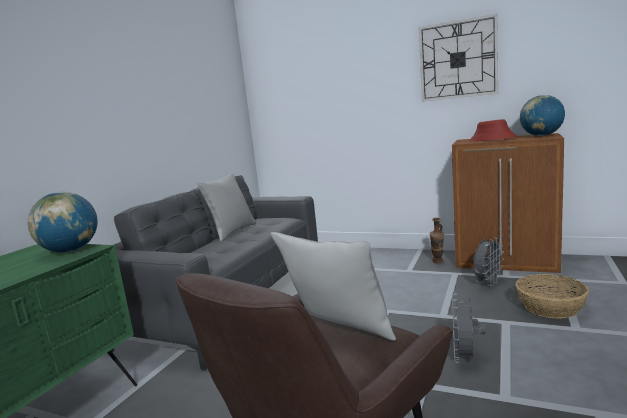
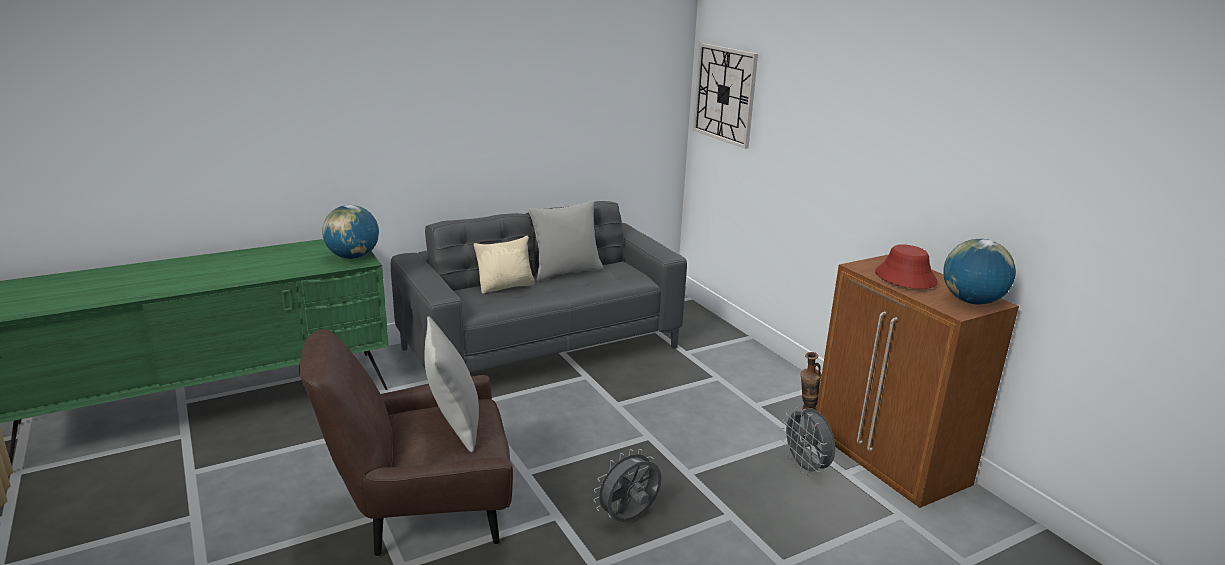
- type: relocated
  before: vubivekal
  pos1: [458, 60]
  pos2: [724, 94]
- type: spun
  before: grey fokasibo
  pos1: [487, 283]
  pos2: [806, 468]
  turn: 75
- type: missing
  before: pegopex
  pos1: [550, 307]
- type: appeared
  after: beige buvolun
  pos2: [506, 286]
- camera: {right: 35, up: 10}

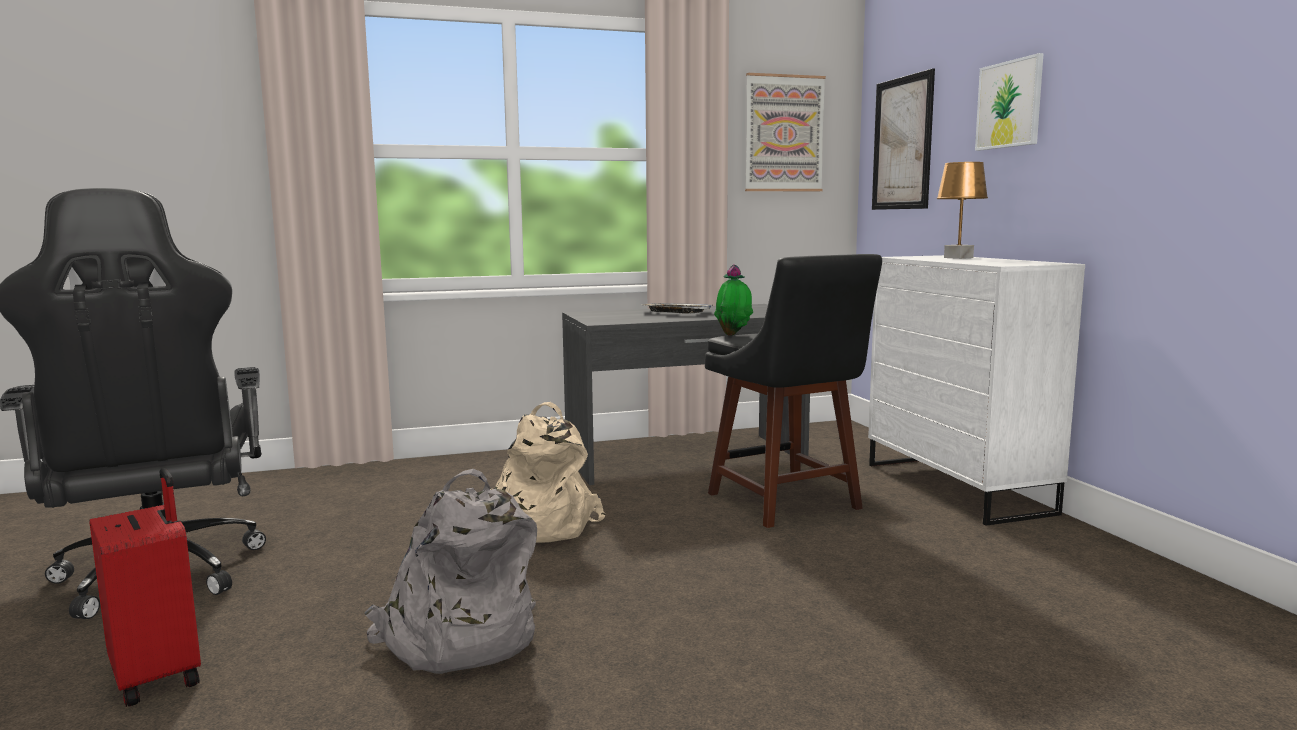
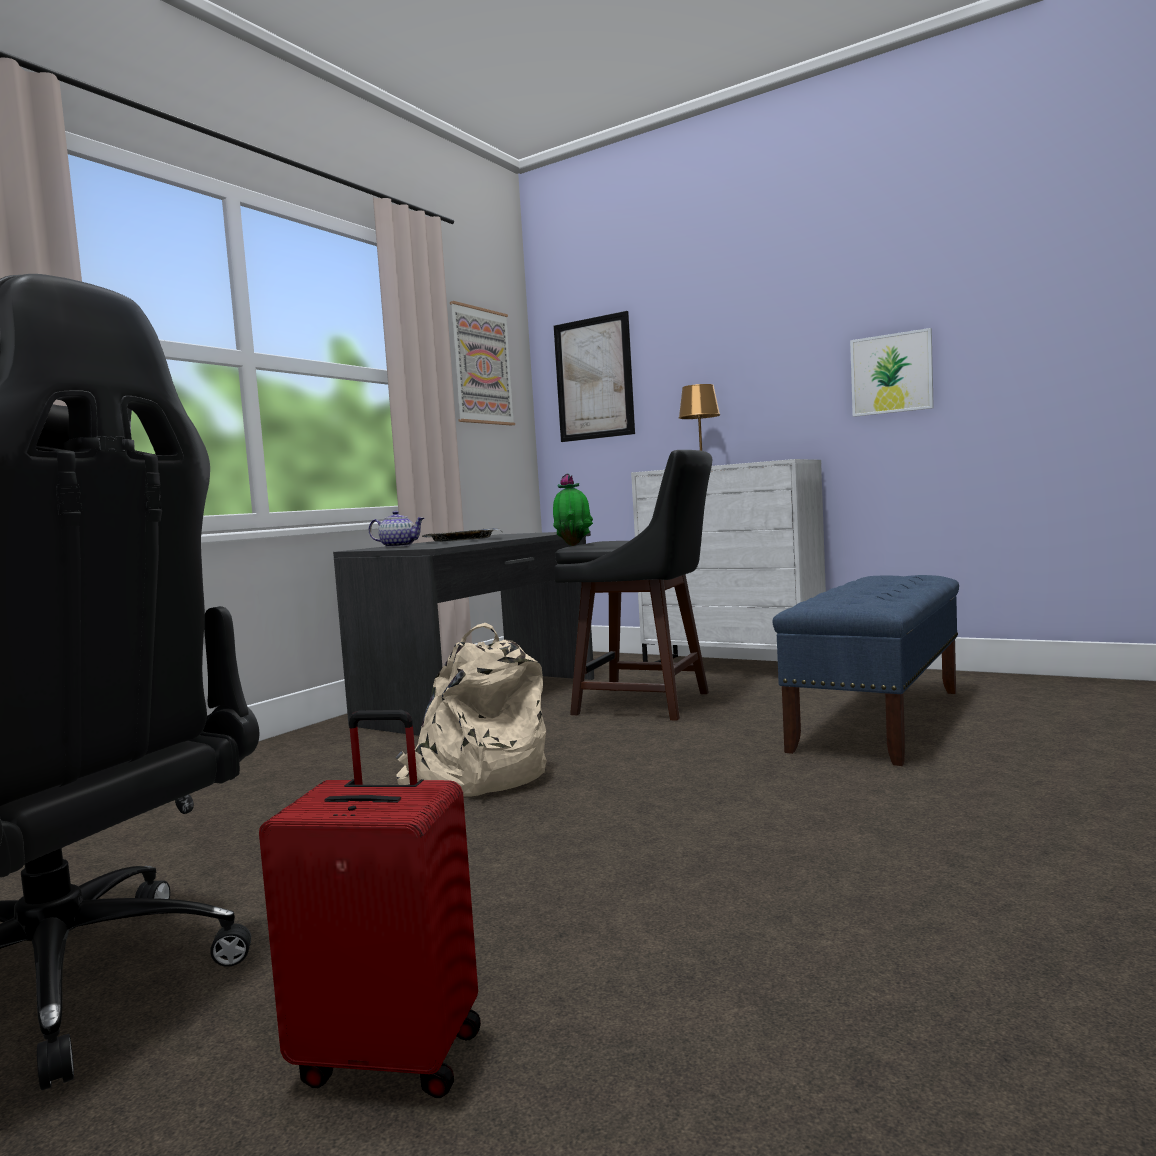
- type: missing
  before: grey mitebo
  pos1: [458, 638]
- type: relocated
  before: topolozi
  pos1: [1009, 104]
  pos2: [891, 373]
- type: appeared
  after: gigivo
  pos2: [398, 546]
- type: appeared
  after: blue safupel
  pos2: [879, 719]
- camera: {right: -40, up: -5}

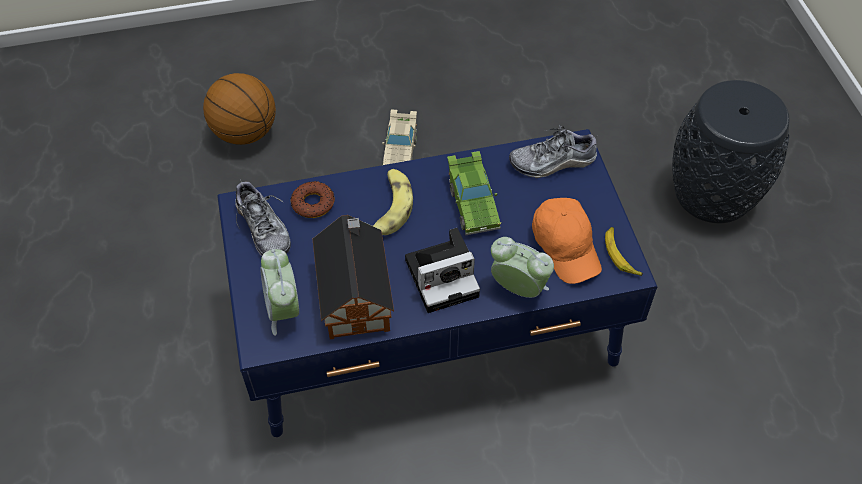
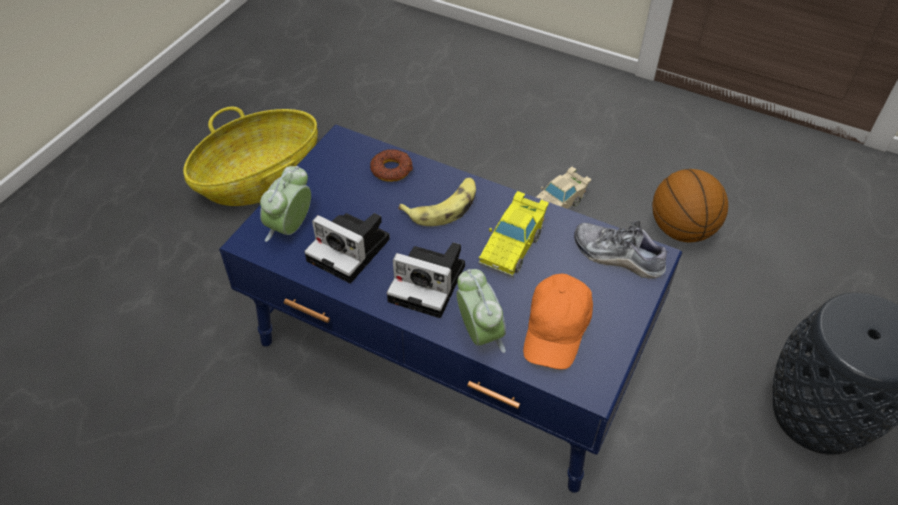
- type: relocated
  before: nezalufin
  pos1: [245, 132]
  pos2: [681, 229]
- type: missing
  before: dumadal
  pos1: [263, 229]
- type: exchanged
  before: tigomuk
  after: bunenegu
  pos1: [355, 292]
  pos2: [351, 250]
- type: colour
  before: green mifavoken
  after: yellow mifavoken
  pos1: [472, 203]
  pos2: [513, 245]
- type: missing
  before: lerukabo
  pos1: [620, 255]
- type: appeared
  after: pegopex
  pos2: [259, 179]
- camera: {right: 40, up: -5}

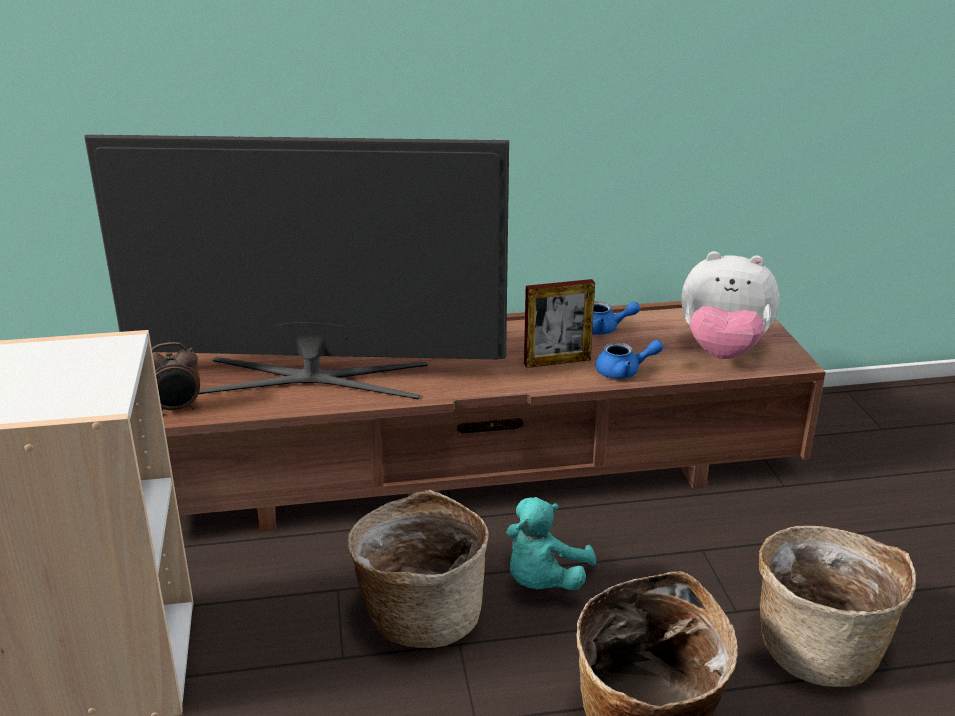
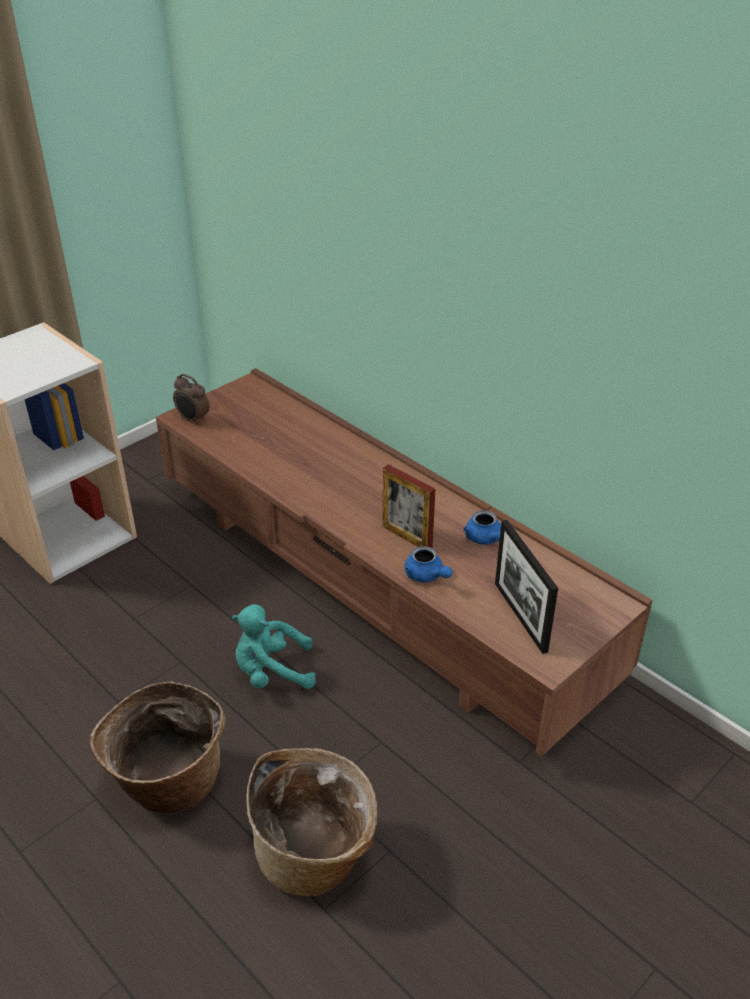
- type: missing
  before: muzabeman
  pos1: [315, 378]
- type: missing
  before: pegopex
  pos1: [420, 615]
- type: exchanged
  before: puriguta
  after: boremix
  pos1: [723, 352]
  pos2: [520, 616]
- camera: {right: 55, up: 10}

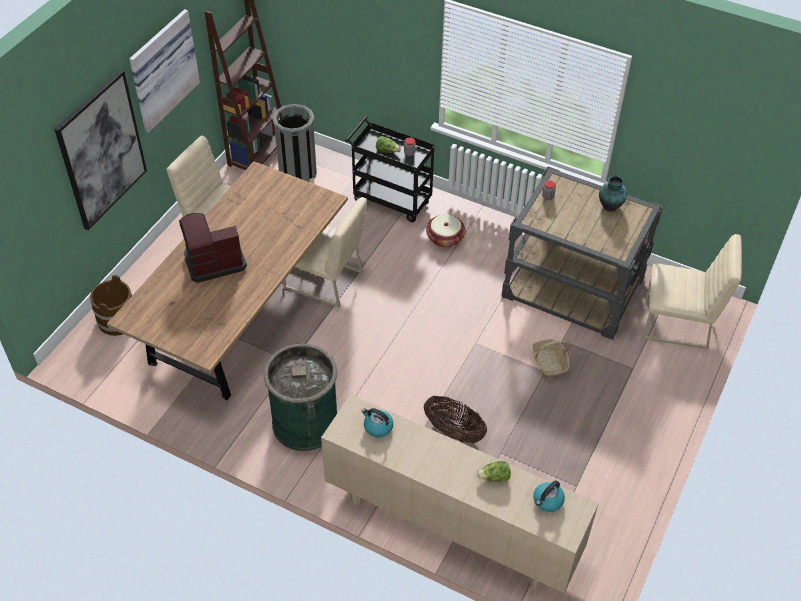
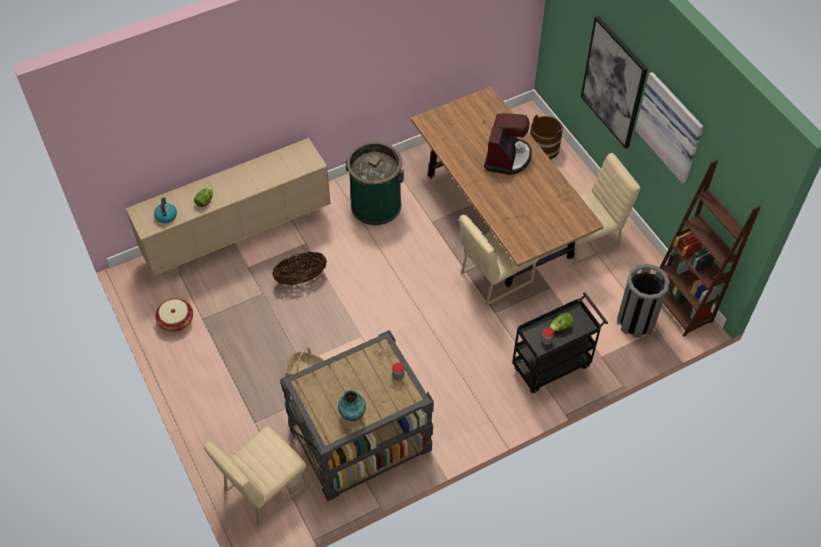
- type: missing
  before: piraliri
  pos1: [377, 427]
- type: relocated
  before: pegopex
  pos1: [445, 238]
  pos2: [176, 321]
- camera: {right: 125, up: 5}

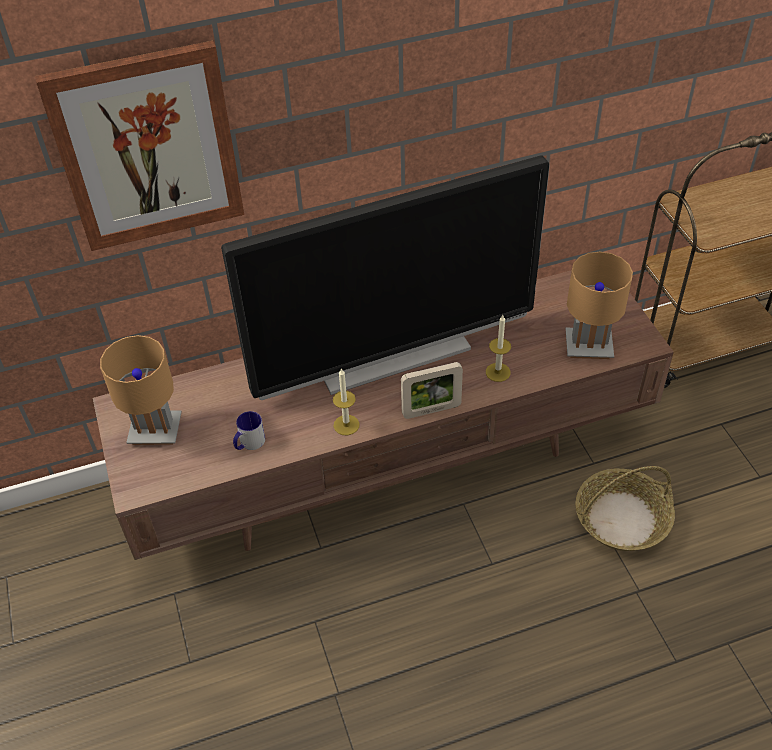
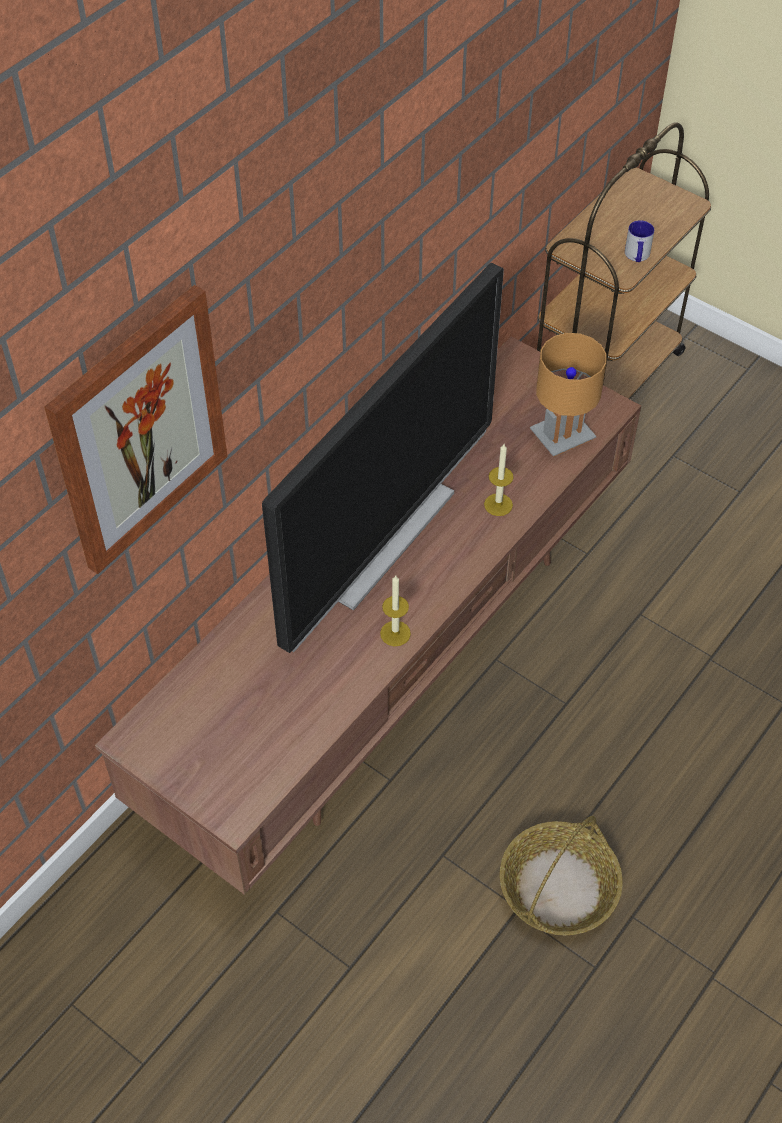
- type: missing
  before: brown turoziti
  pos1: [155, 430]
- type: relocated
  before: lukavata
  pos1: [249, 443]
  pos2: [637, 256]
- type: missing
  before: boremix
  pos1: [431, 410]
- type: relocated
  before: pegopex
  pos1: [622, 518]
  pos2: [558, 887]
- camera: {right: -35, up: 5}

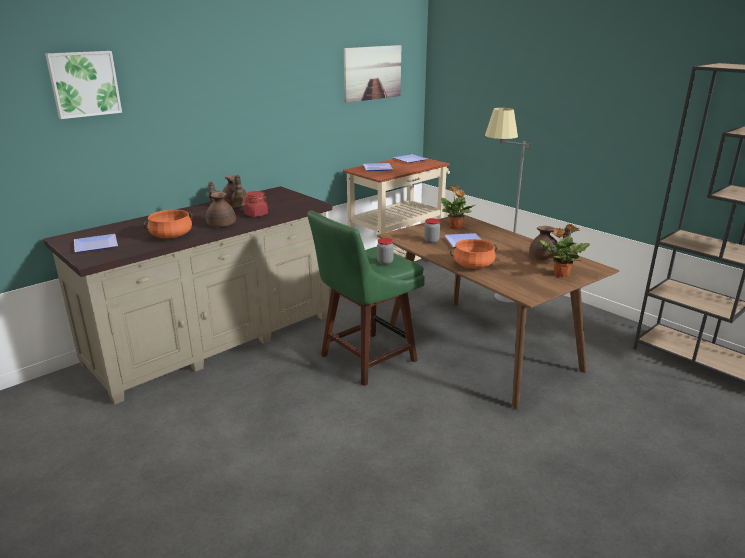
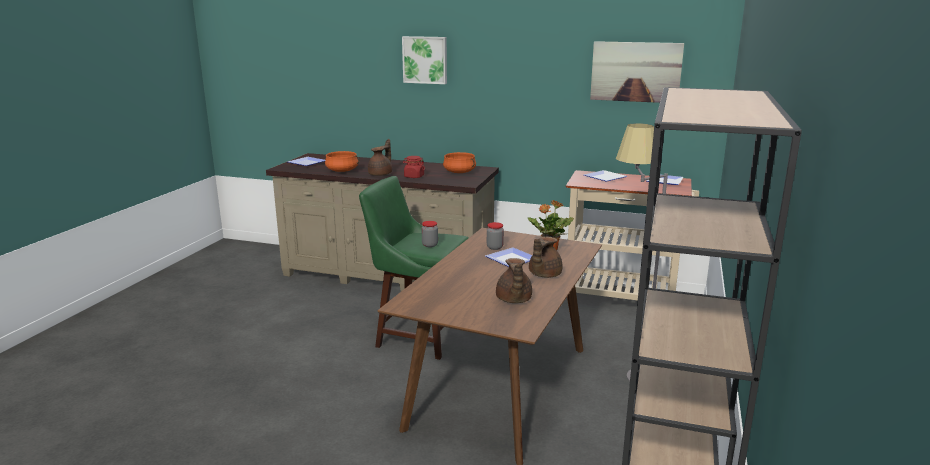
- type: relocated
  before: topolozi
  pos1: [84, 84]
  pos2: [425, 60]
- type: relocated
  before: brown gigivo
  pos1: [235, 206]
  pos2: [543, 274]
- type: relocated
  before: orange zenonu
  pos1: [473, 265]
  pos2: [459, 172]
- type: missing
  before: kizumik
  pos1: [560, 274]
- camera: {right: 60, up: -5}

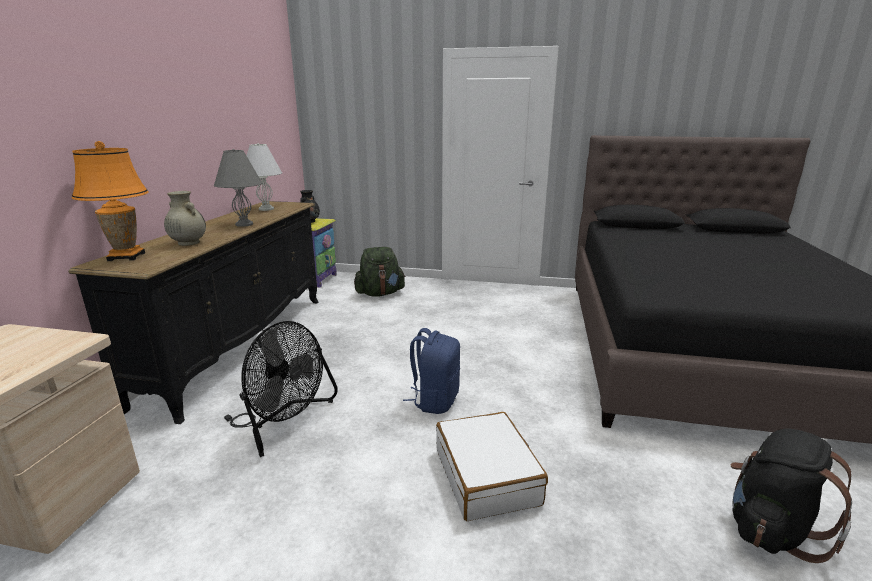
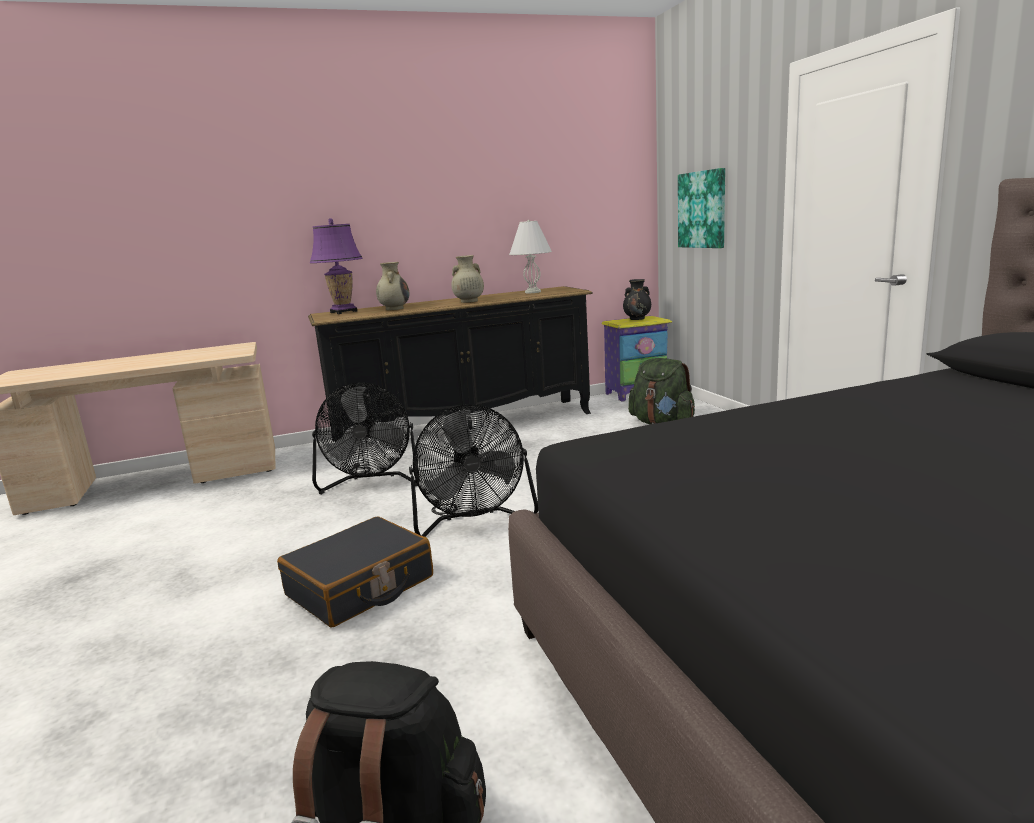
- type: colour
  before: orange turoziti
  after: purple turoziti
  pos1: [127, 257]
  pos2: [344, 312]
- type: exchanged
  before: grey turoziti
  after: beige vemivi
  pos1: [244, 224]
  pos2: [468, 301]
- type: exchanged
  before: blue mitebo
  after: black fokasibo
  pos1: [435, 400]
  pos2: [469, 522]
- type: colour
  before: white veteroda
  after: black veteroda
  pos1: [487, 476]
  pos2: [360, 587]
- type: appeared
  after: topolozi
  pos2: [702, 209]
- camera: {right: 60, up: -5}

